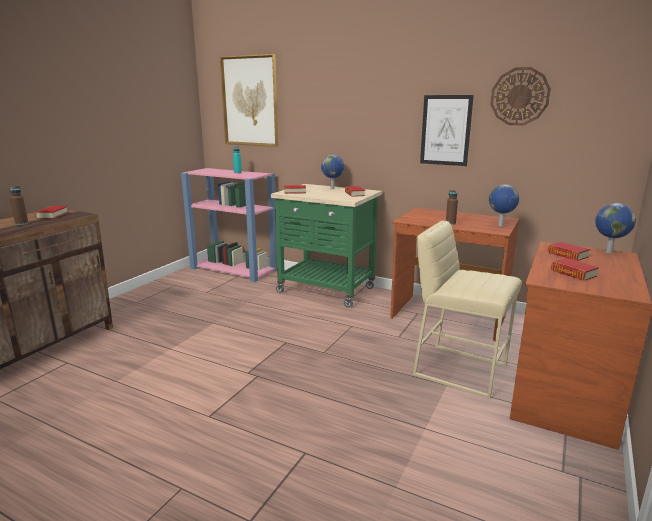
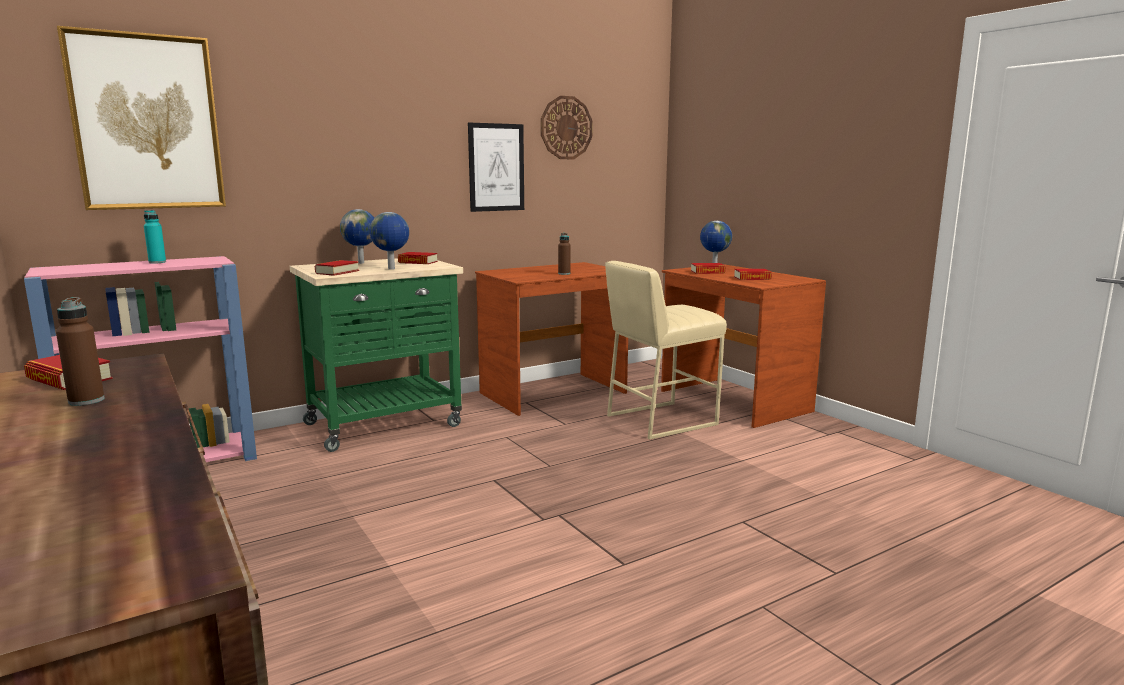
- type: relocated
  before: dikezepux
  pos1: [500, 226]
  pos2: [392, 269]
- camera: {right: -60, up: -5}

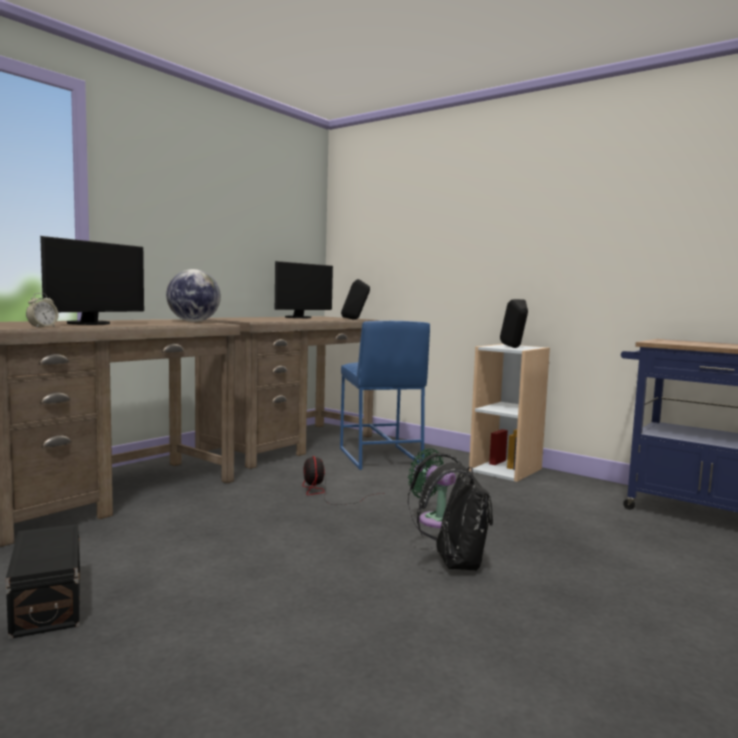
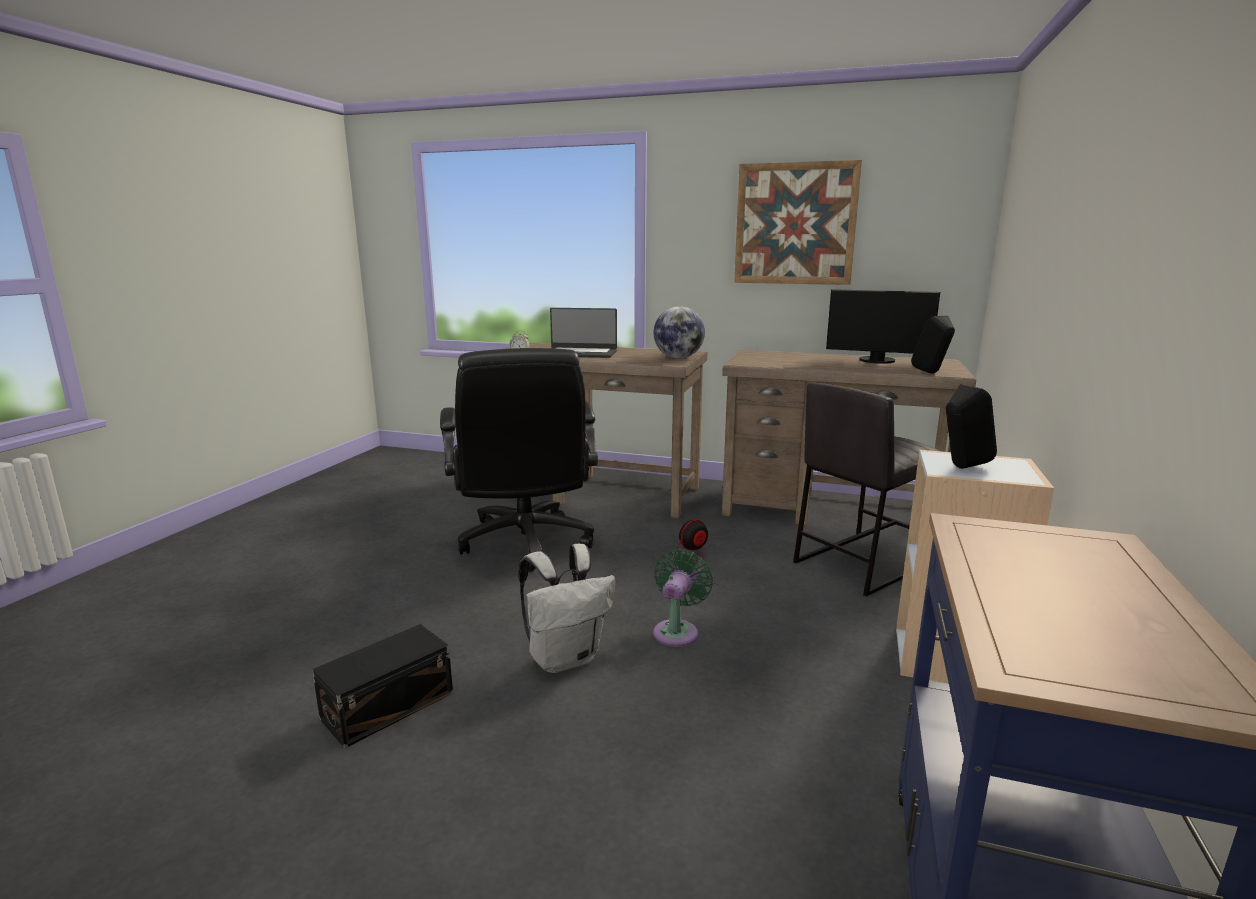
- type: relocated
  before: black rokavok
  pos1: [45, 604]
  pos2: [385, 705]
- type: exchanged
  before: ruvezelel
  after: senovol
  pos1: [92, 324]
  pos2: [580, 353]
- type: colour
  before: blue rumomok
  after: grey rumomok
  pos1: [379, 457]
  pos2: [859, 563]
- type: colour
  before: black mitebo
  after: white mitebo
  pos1: [453, 563]
  pos2: [566, 658]
- type: appeared
  after: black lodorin
  pos2: [524, 545]
- type: appeared
  after: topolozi
  pos2: [795, 224]
- camera: {right: 70, up: 10}

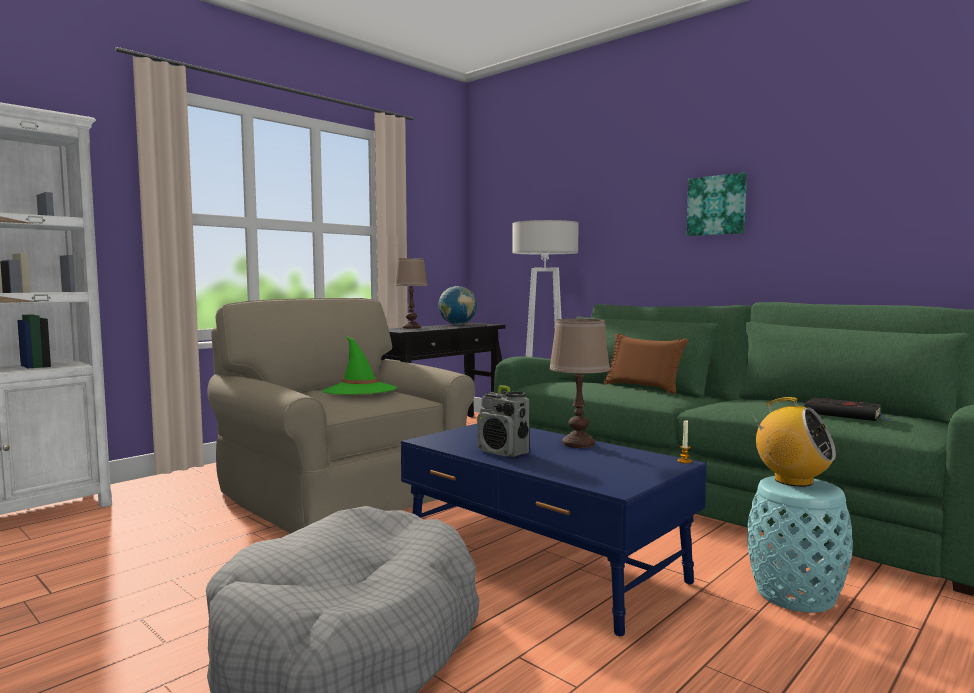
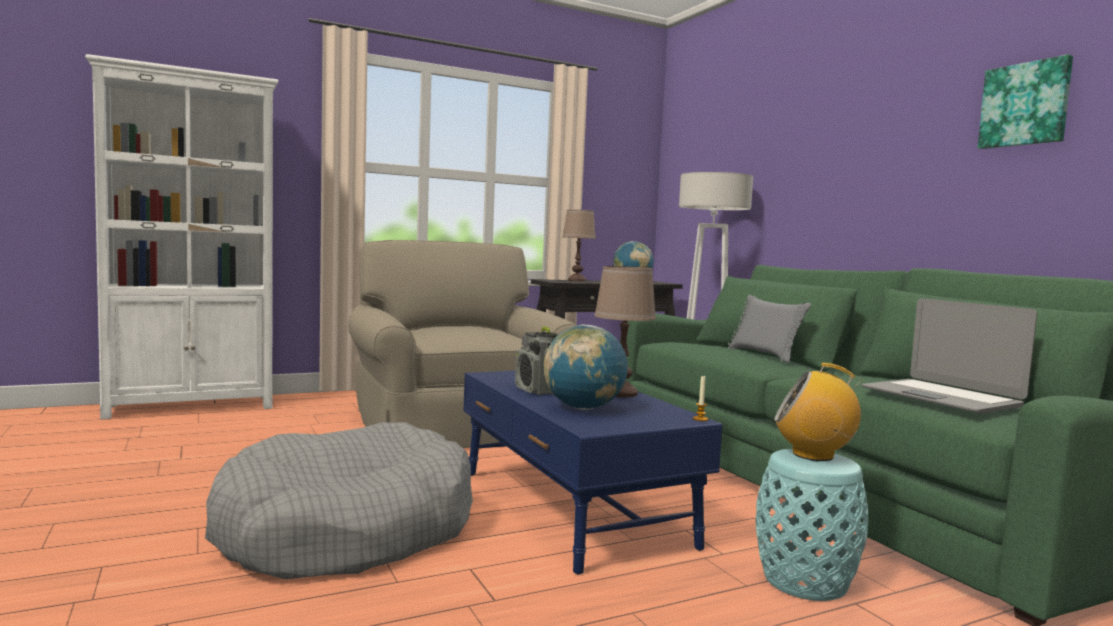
- type: missing
  before: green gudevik
  pos1: [360, 390]
- type: colour
  before: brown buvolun
  after: grey buvolun
  pos1: [643, 388]
  pos2: [764, 355]
- type: relocated
  before: topolozi
  pos1: [717, 205]
  pos2: [1025, 104]
- type: spun
  before: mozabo
  pos1: [792, 481]
  pos2: [813, 455]
  turn: 135
- type: exchanged
  before: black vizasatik
  after: senovol
  pos1: [845, 414]
  pos2: [941, 398]
- type: appeared
  after: dikezepux
  pos2: [583, 408]
- camera: {right: 20, up: 0}

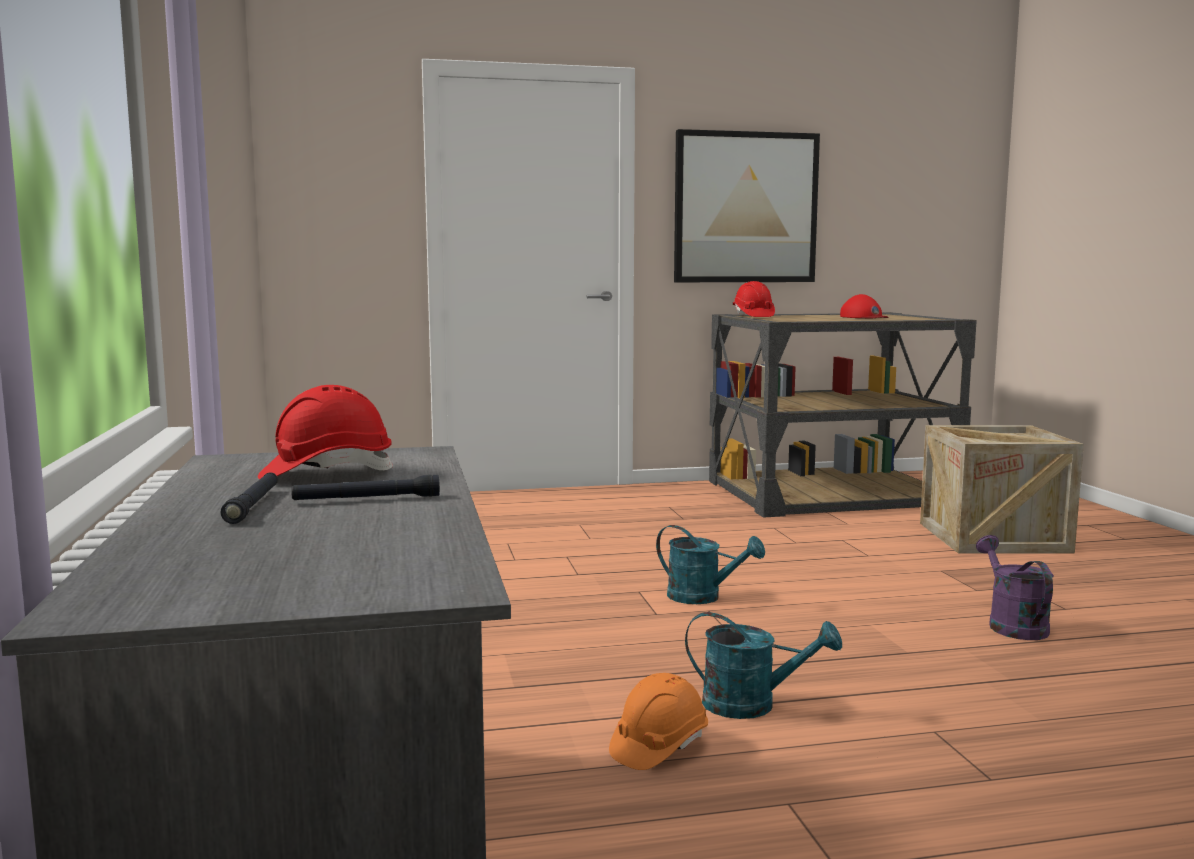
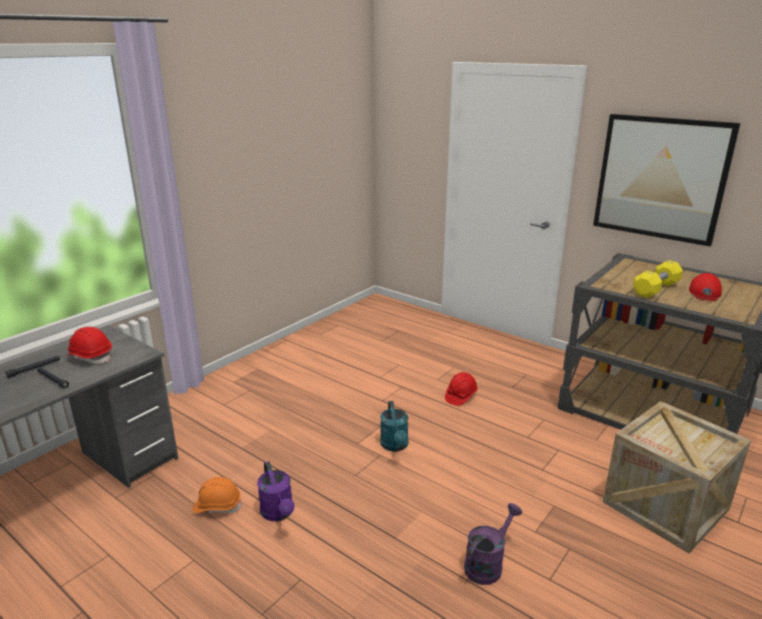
- type: colour
  before: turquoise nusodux
  after: purple nusodux
  pos1: [752, 705]
  pos2: [279, 513]
- type: relocated
  before: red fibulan
  pos1: [753, 316]
  pos2: [460, 396]
- type: appeared
  after: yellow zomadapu
  pos2: [656, 289]
- camera: {right: 50, up: 15}

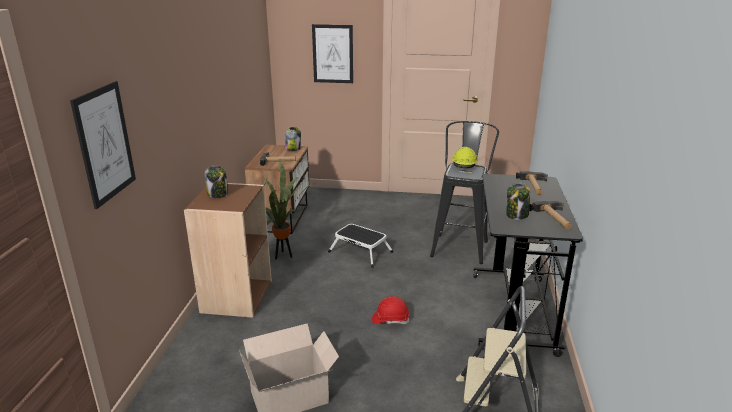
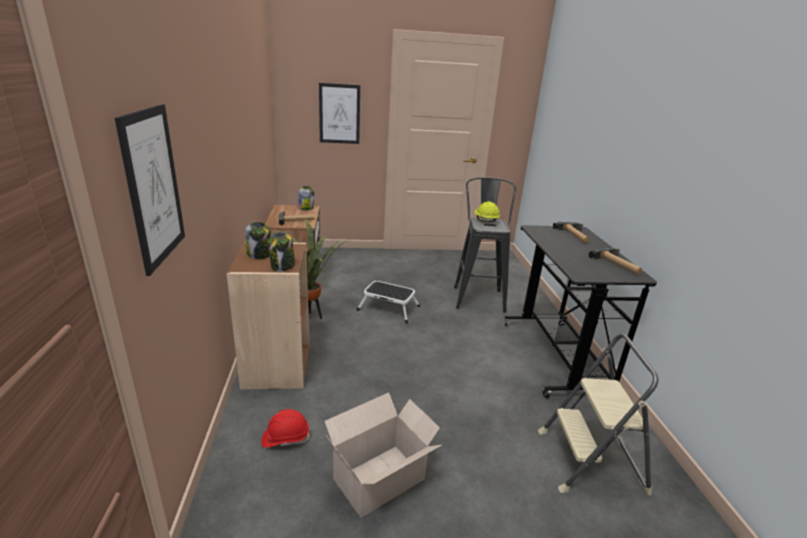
- type: relocated
  before: red fibulan
  pos1: [390, 319]
  pos2: [285, 438]
- type: relocated
  before: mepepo
  pos1: [517, 215]
  pos2: [283, 266]
- camera: {right: -15, up: 0}

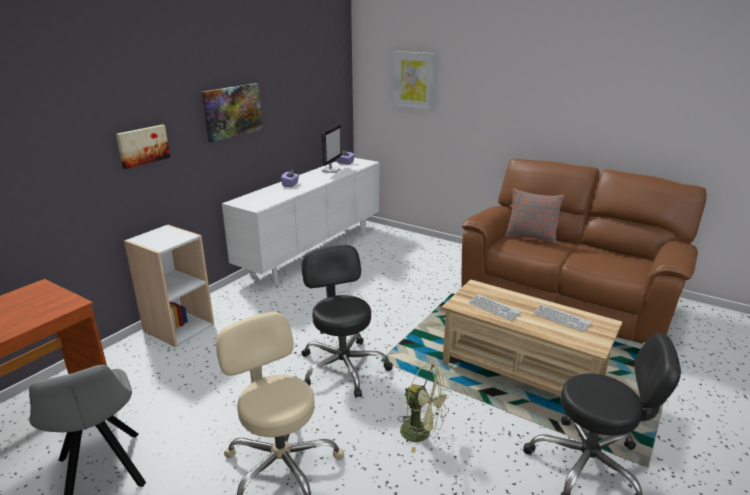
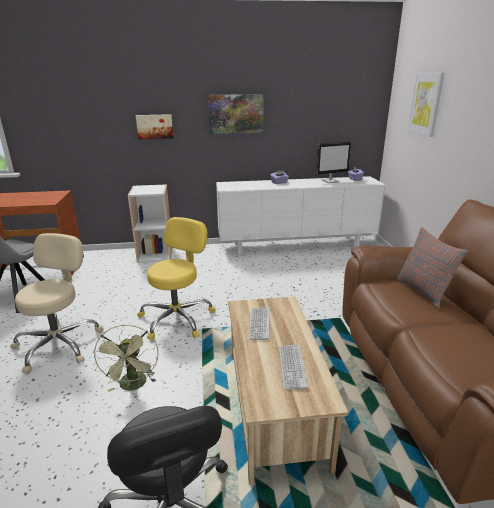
- type: colour
  before: black lodorin
  after: yellow lodorin
  pos1: [342, 365]
  pos2: [178, 317]
- camera: {right: 50, up: 0}

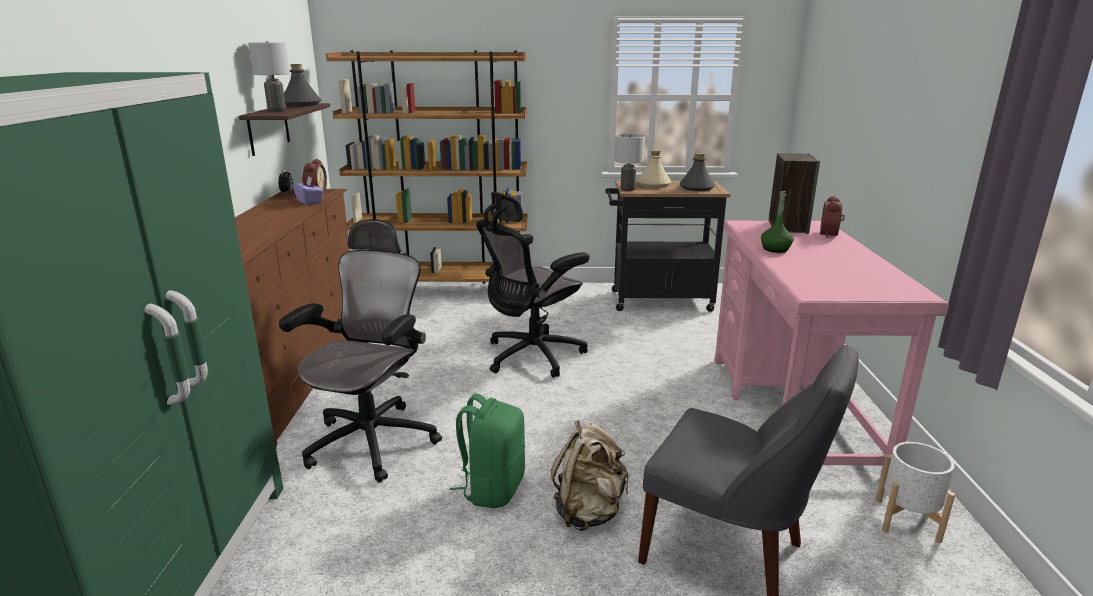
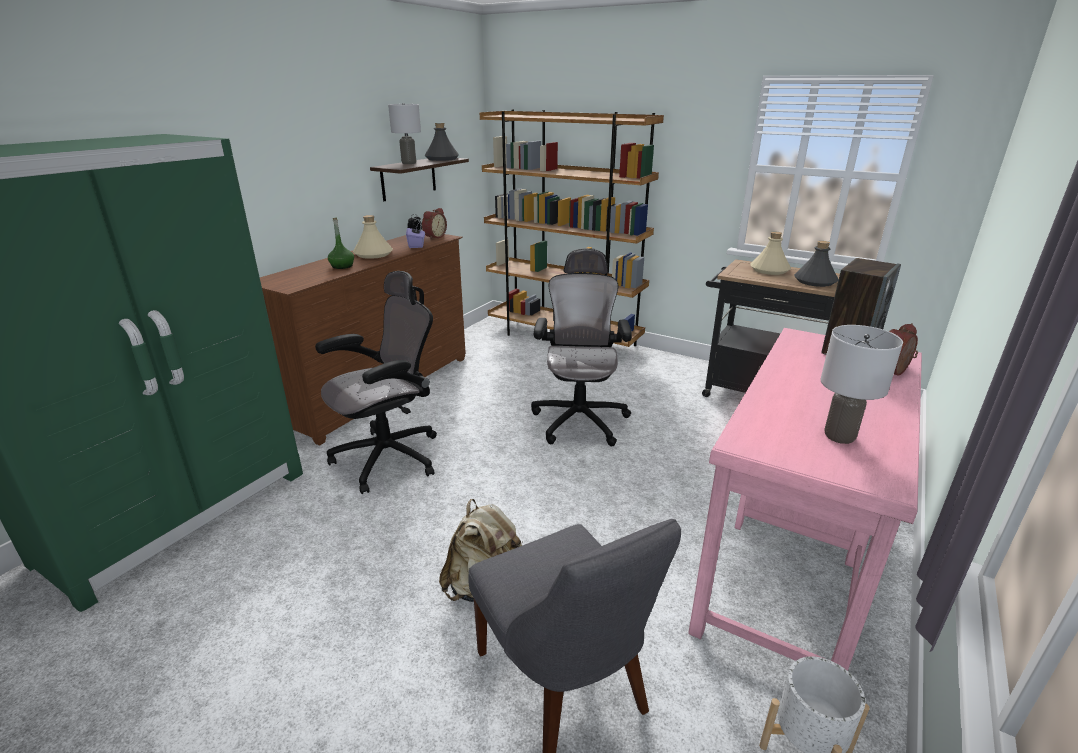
- type: missing
  before: green mitebo
  pos1: [492, 488]
- type: spun
  before: lodorin
  pos1: [533, 356]
  pos2: [579, 421]
  turn: 105
- type: relocated
  before: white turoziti
  pos1: [628, 189]
  pos2: [841, 437]
- type: relocated
  before: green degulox
  pos1: [775, 249]
  pos2: [342, 266]
- type: appeared
  after: beige degulox
  pos2: [373, 254]
- camera: {right: 30, up: 5}

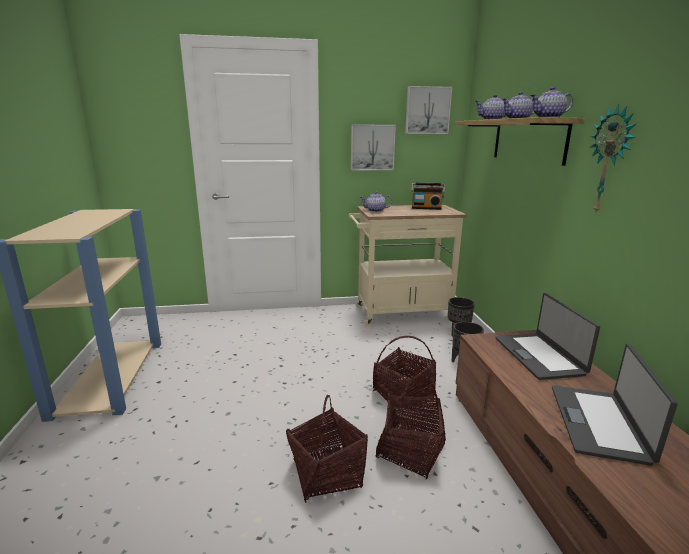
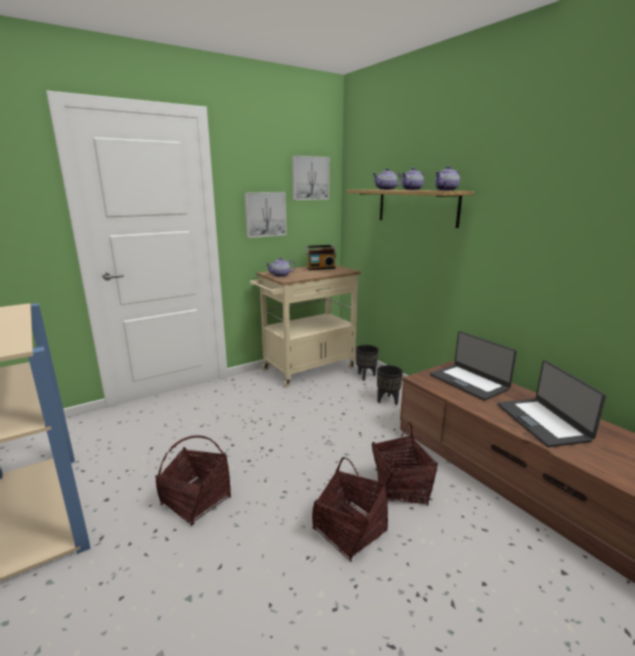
- type: relocated
  before: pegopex
  pos1: [403, 396]
  pos2: [196, 501]
- type: missing
  before: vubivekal
  pos1: [610, 161]
- camera: {right: -25, up: 0}

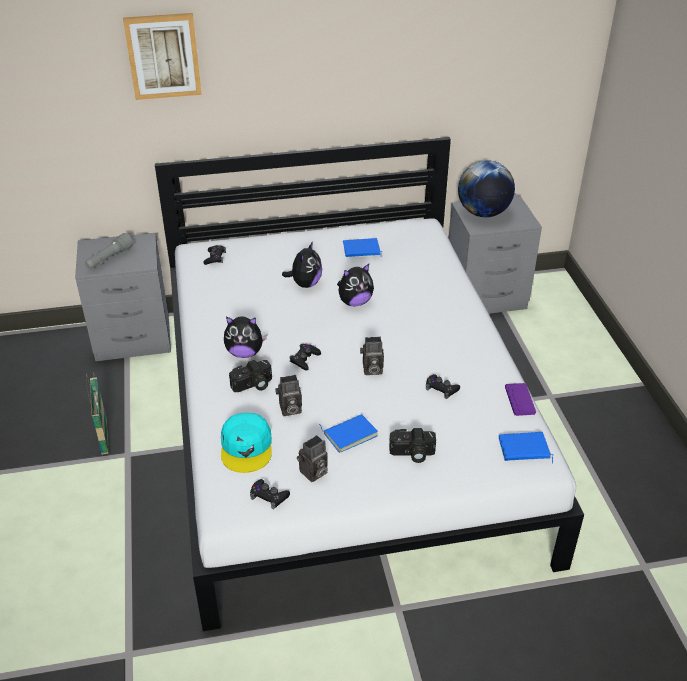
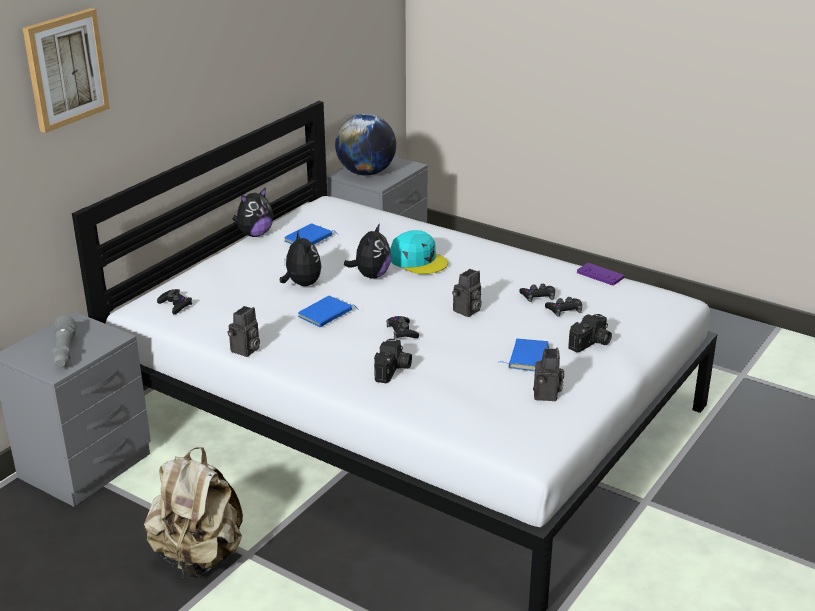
- type: exchanged
  before: pegopex
  after: beige mitebo
  pos1: [104, 437]
  pos2: [199, 557]
- type: relocated
  before: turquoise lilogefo
  pos1: [247, 447]
  pos2: [418, 260]
- type: relocated
  before: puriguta
  pos1: [245, 353]
  pos2: [254, 234]
- type: relocated
  before: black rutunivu
  pos1: [269, 496]
  pos2: [564, 310]
- type: relocated
  before: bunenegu
  pos1: [289, 410]
  pos2: [245, 350]
- type: relocated
  before: blue vizasatik
  pos1: [524, 450]
  pos2: [326, 315]
- camera: {right: -45, up: -10}

